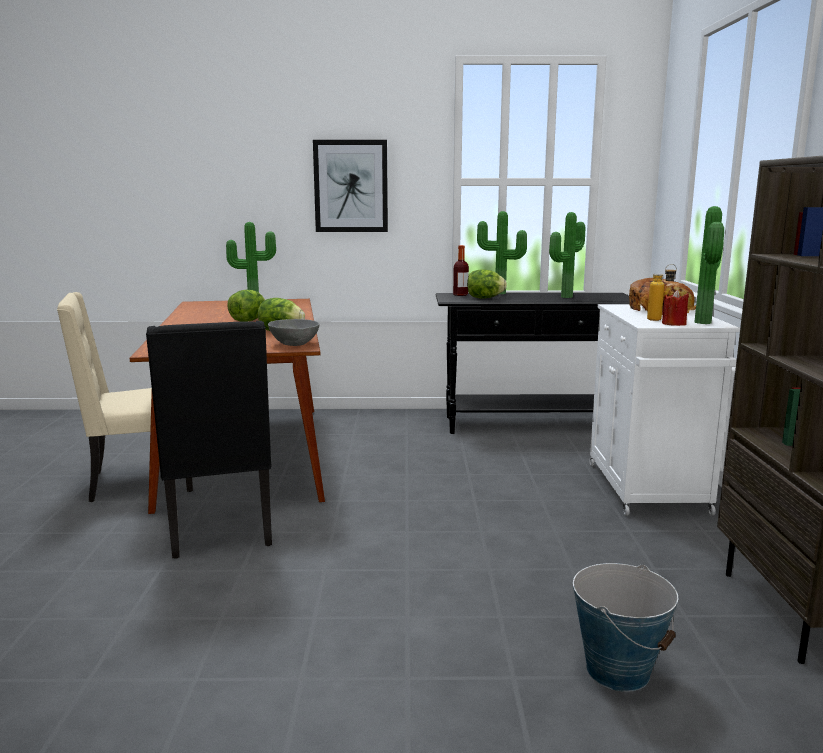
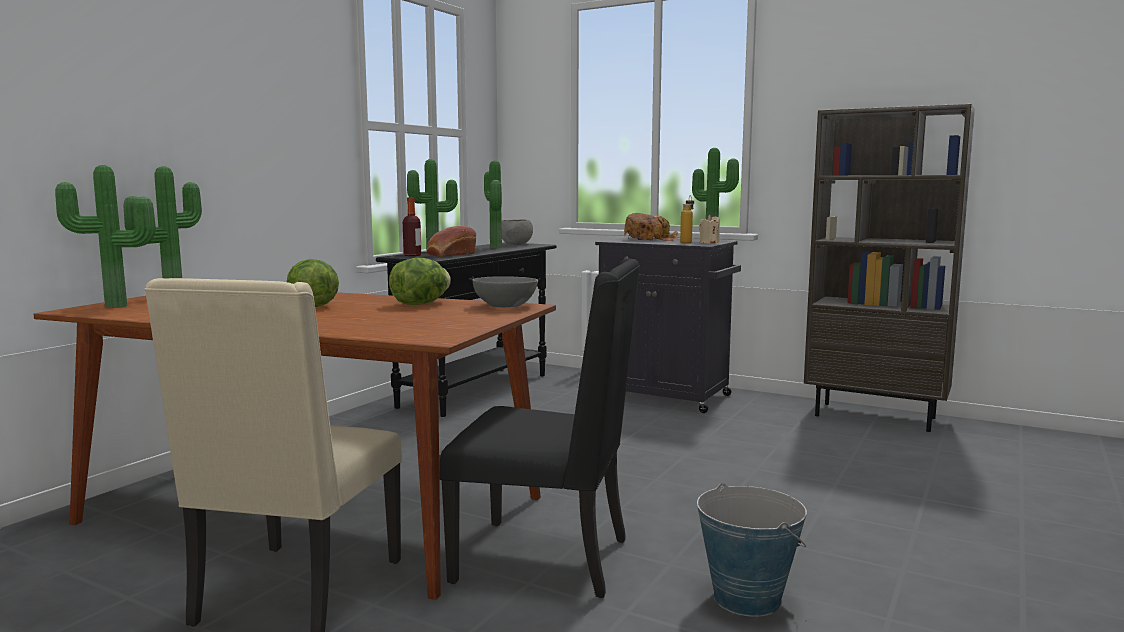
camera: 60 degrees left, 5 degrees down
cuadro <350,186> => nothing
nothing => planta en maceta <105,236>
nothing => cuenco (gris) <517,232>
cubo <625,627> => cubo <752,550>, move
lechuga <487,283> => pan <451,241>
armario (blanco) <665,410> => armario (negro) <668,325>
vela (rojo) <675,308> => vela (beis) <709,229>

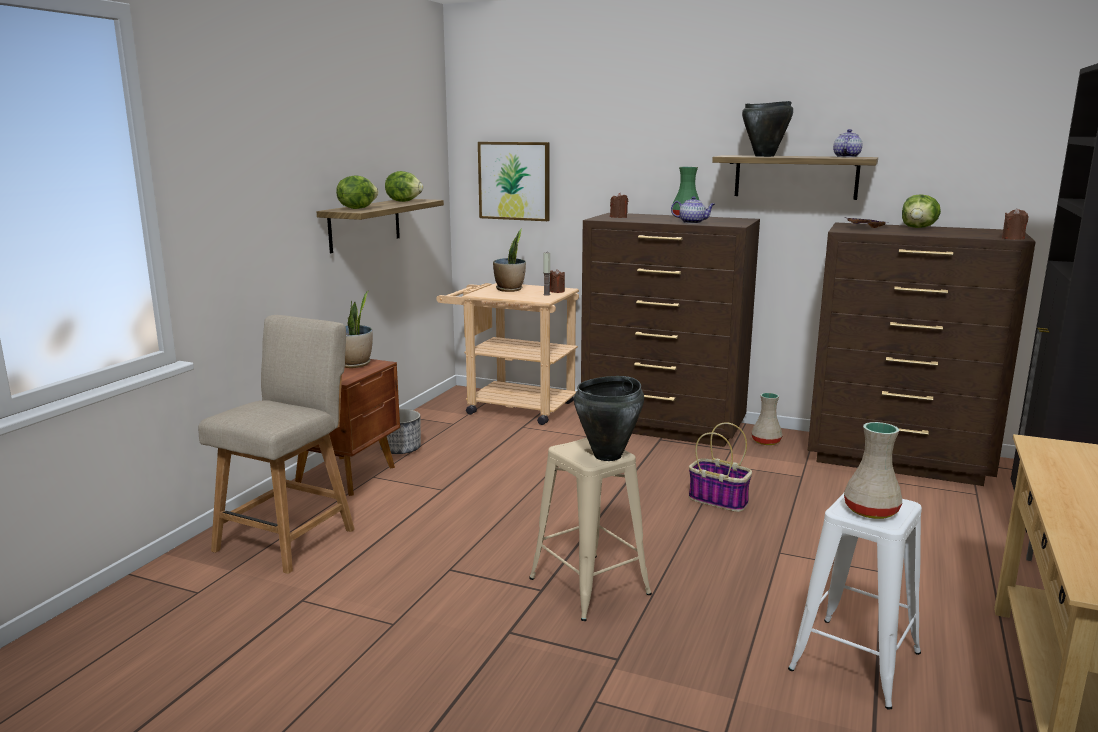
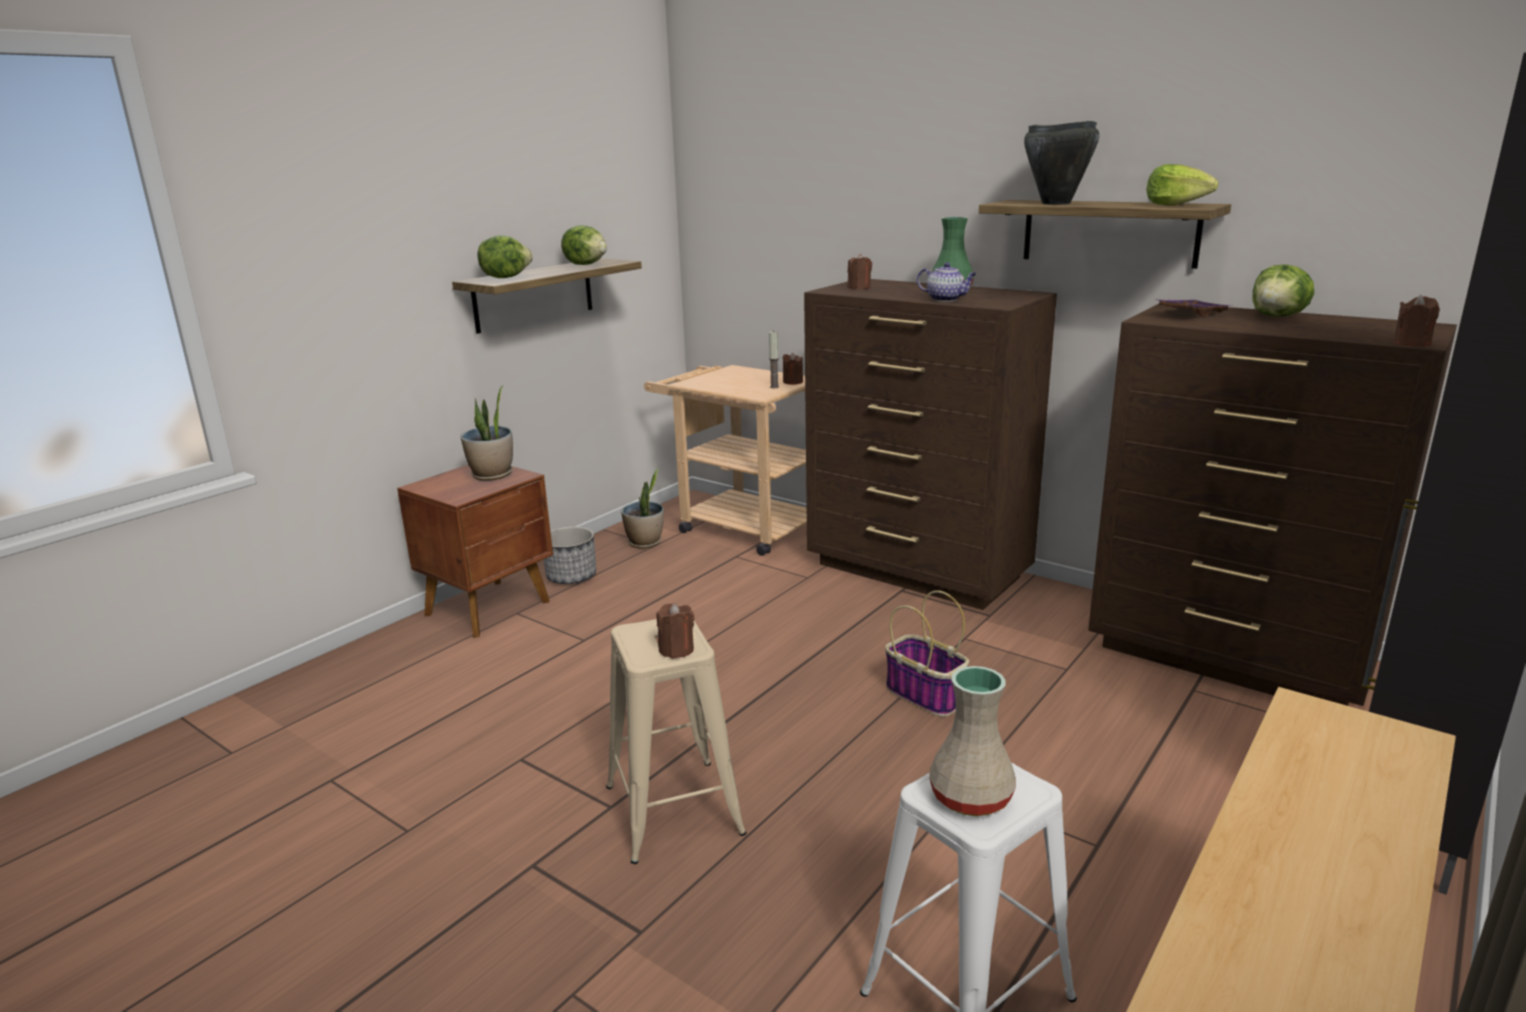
camera: 15 degrees right, 5 degrees up
silla (beis) <276,444> => nothing
cuadro <514,181> => nothing
florero (beis) <767,419> => nothing
planta en maceta <509,260> => planta en maceta <642,508>, move
olla (negro) <609,418> => vela (marrón) <675,631>
tetera <848,143> => lechuga <1182,184>

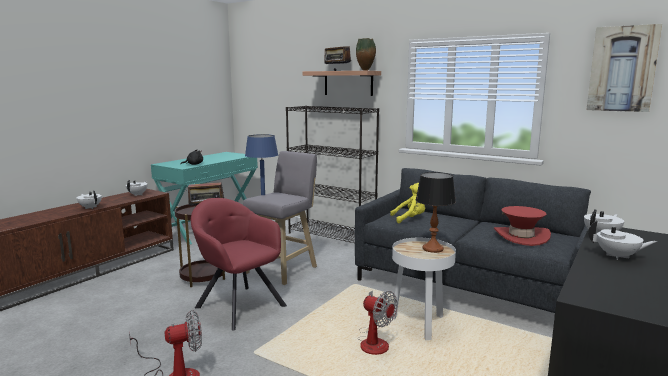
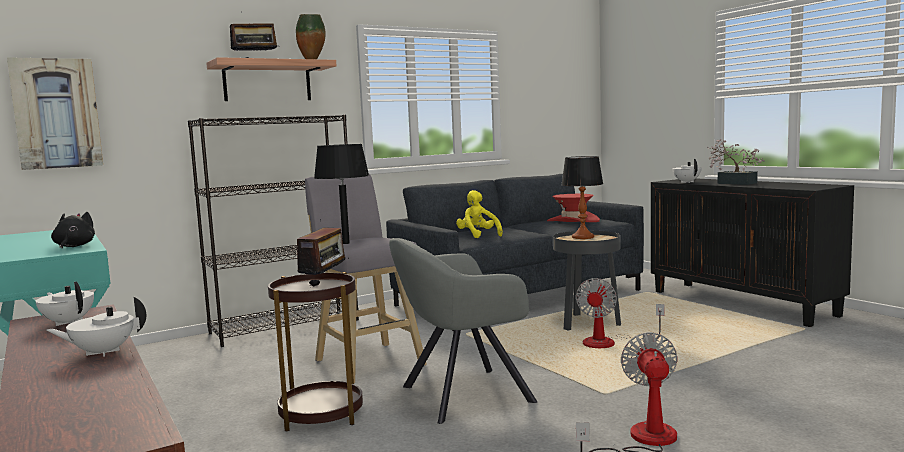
camera: 65 degrees left, 5 degrees down
cuadro <624,68> => cuadro <55,113>, move
tetera (blanco) <622,240> => planta en maceta <736,162>
sillón (rojo) <239,264> => sillón (gris) <463,331>
lámpara de mesa (azul) <261,164> => lámpara de mesa (negro) <341,194>
mesa auxiliar (blanco) <423,289> => mesa auxiliar (negro) <587,281>
ventilador <378,323> => ventilador <619,313>, 135 degrees clockwise
peluche (amarillo) <407,203> => peluche (amarillo) <479,214>, 45 degrees counterclockwise

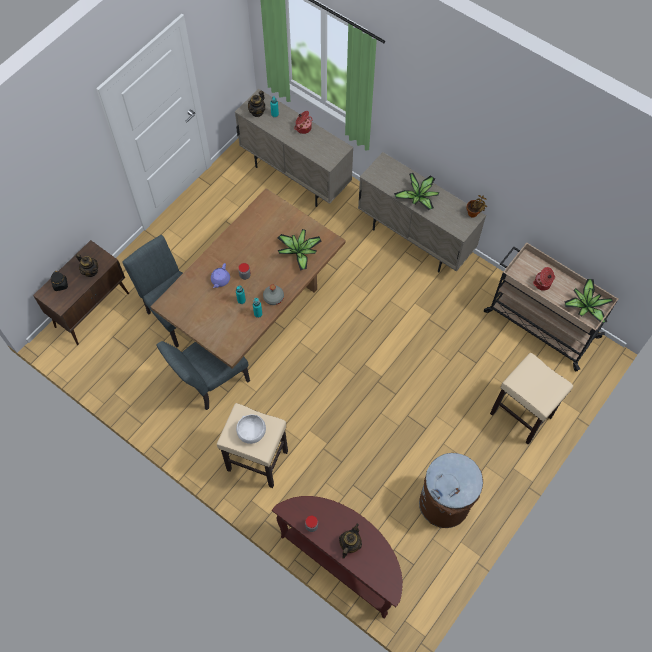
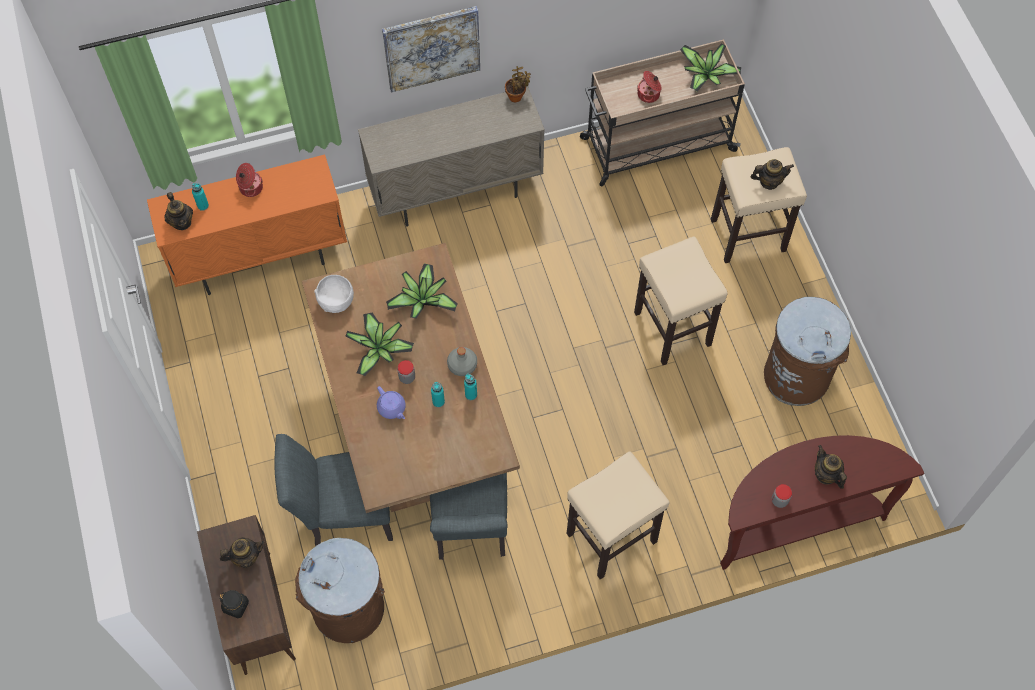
camera: 55 degrees left, 0 degrees up
nothing => papelera (marrón) <340,590>
nothing => cuadro <431,49>
nothing => taburete (beis) <681,300>
nothing => tetera <772,174>
cuenco (blanco) <251,429> => cuenco (blanco) <334,294>, move
planta en maceta <416,191> => planta en maceta <380,344>, move
armario (beis) <294,148> => armario (naranja) <247,224>

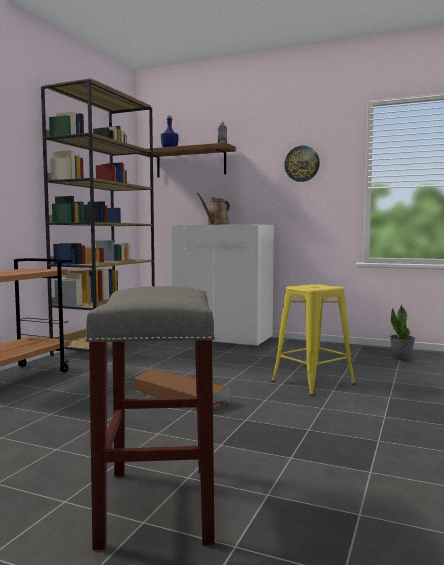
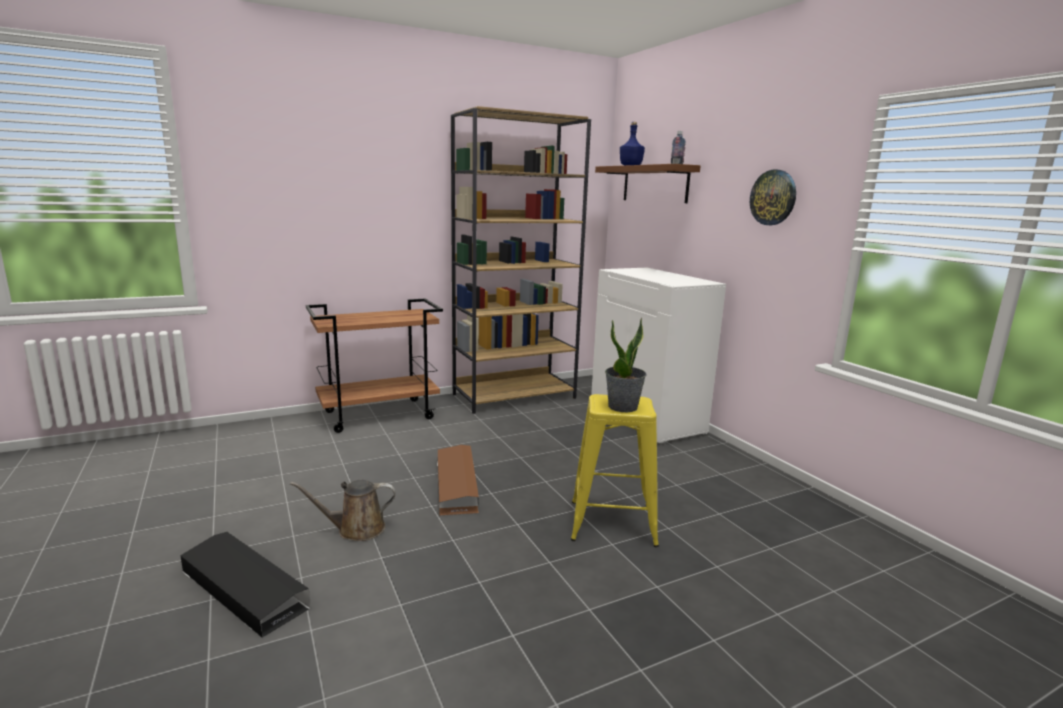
camera: 40 degrees right, 10 degrees up
regadera (marrón) <213,209> => regadera (marrón) <343,510>, move
planta en maceta <402,333> => planta en maceta <626,365>, move
taburete (gris) <150,418> => caja de almacenaje (negro) <246,585>

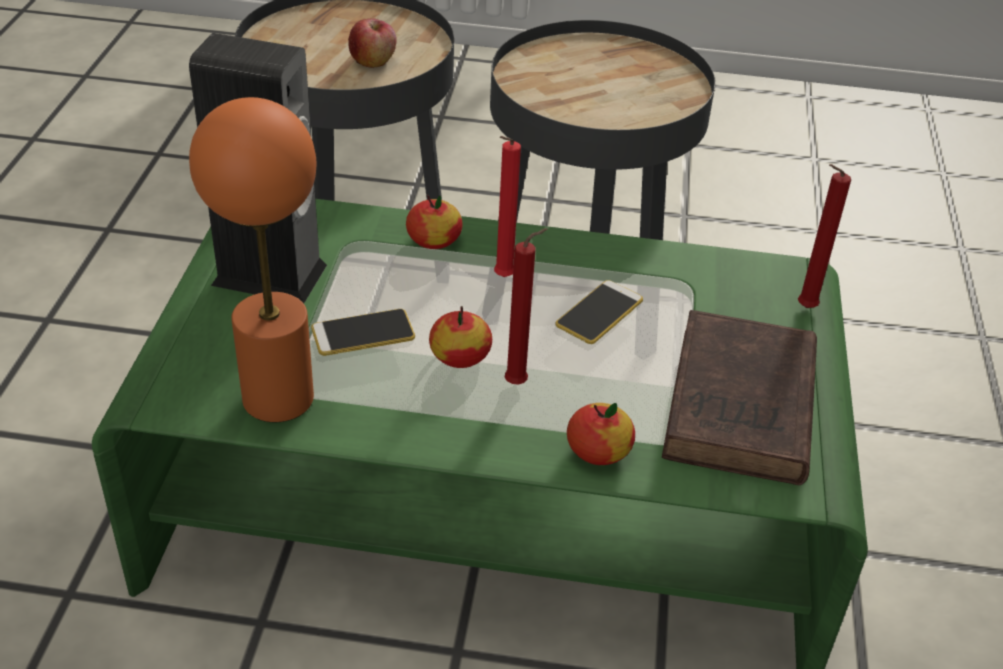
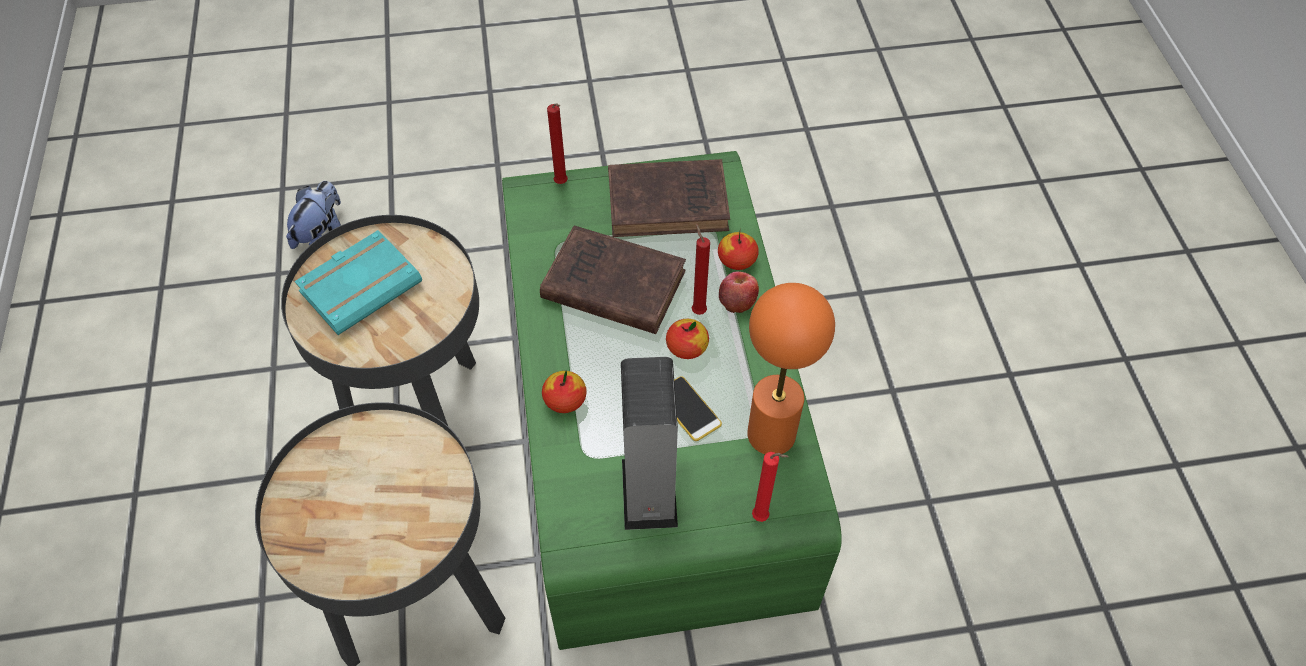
camera: 105 degrees left, 15 degrees up
nothing => peluche <313,215>
nothing => libro (turquesa) <358,282>
manzana <372,43> => manzana <739,292>, move
vela (rojo) <507,206> => vela (rojo) <770,487>, move
móvil <599,312> => libro (marrón) <613,279>

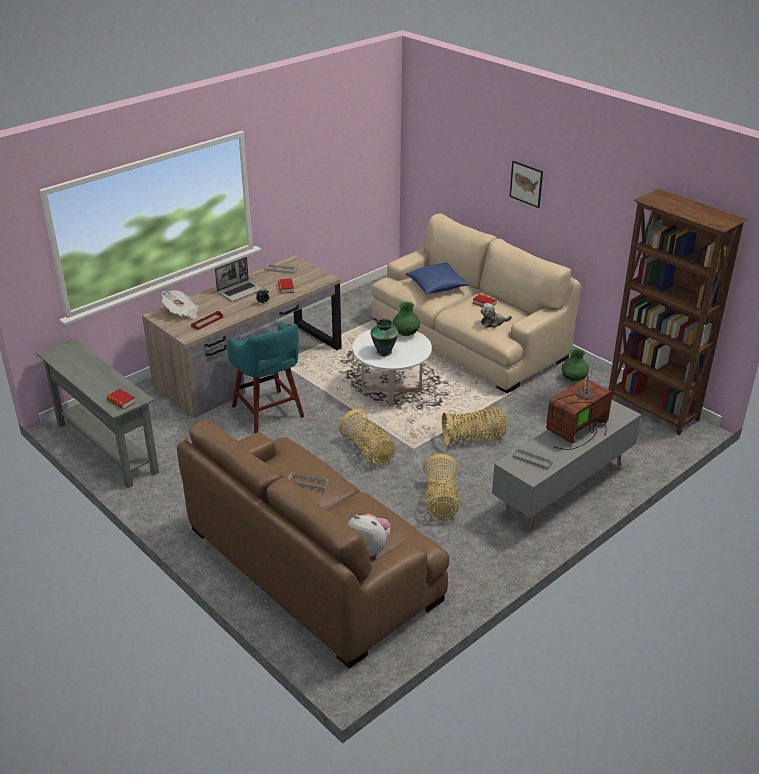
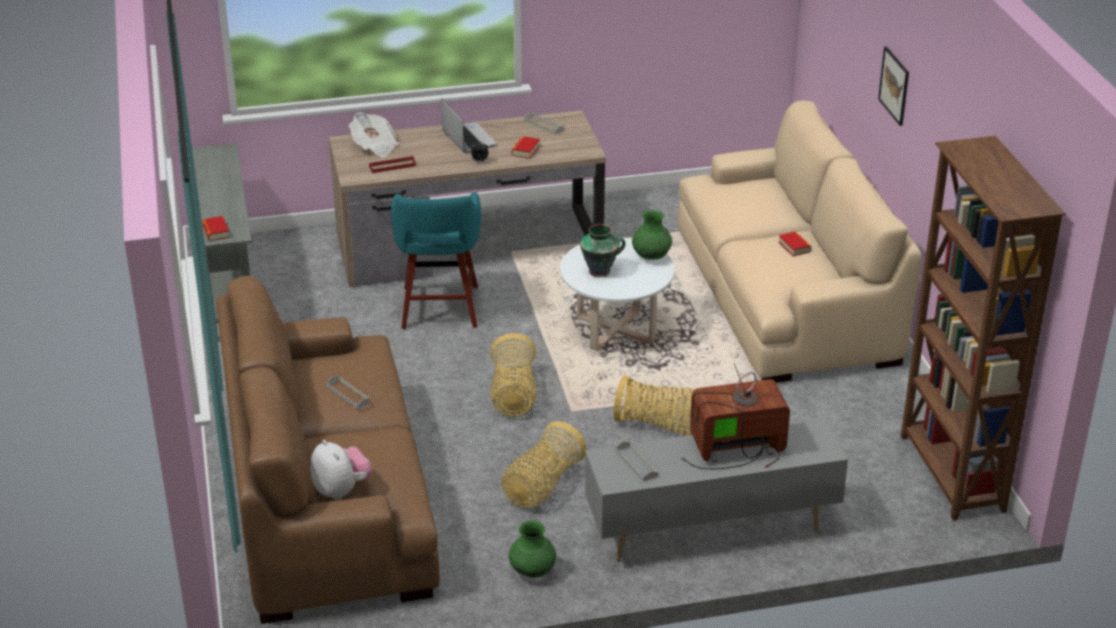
camera: 30 degrees right, 0 degrees up
cojín (azul) <438,278> => nothing
peluche <496,315> => nothing
florero (verde) <575,365> => florero (verde) <532,549>, move
portátil <239,279> => portátil <469,125>, 105 degrees counterclockwise

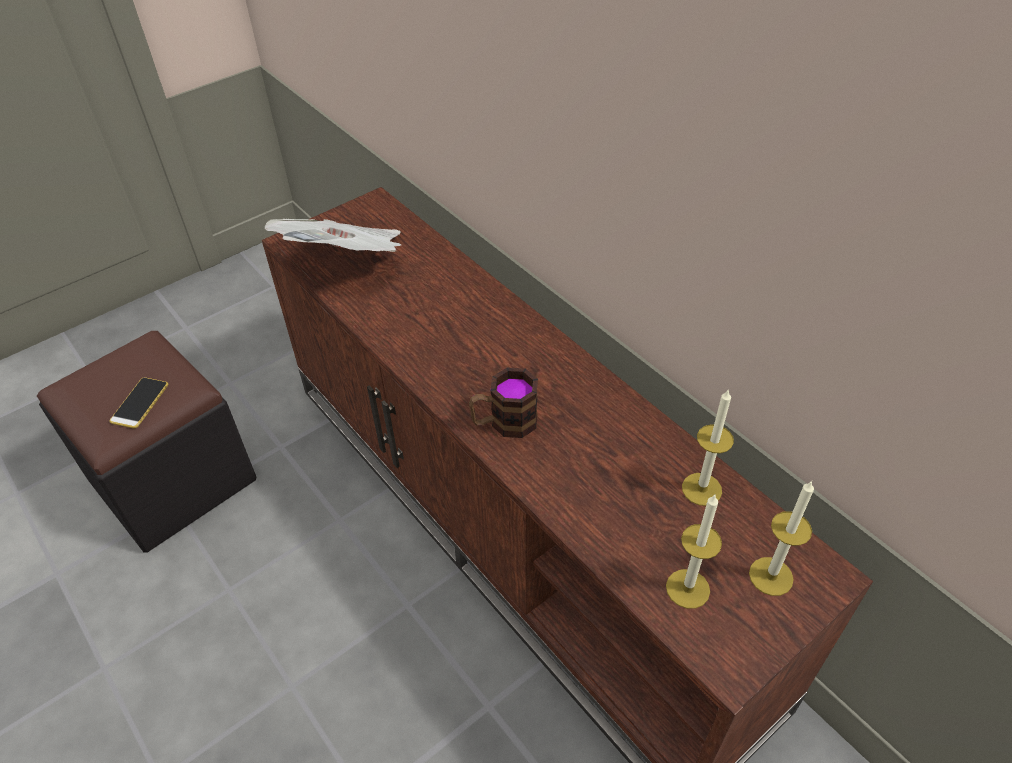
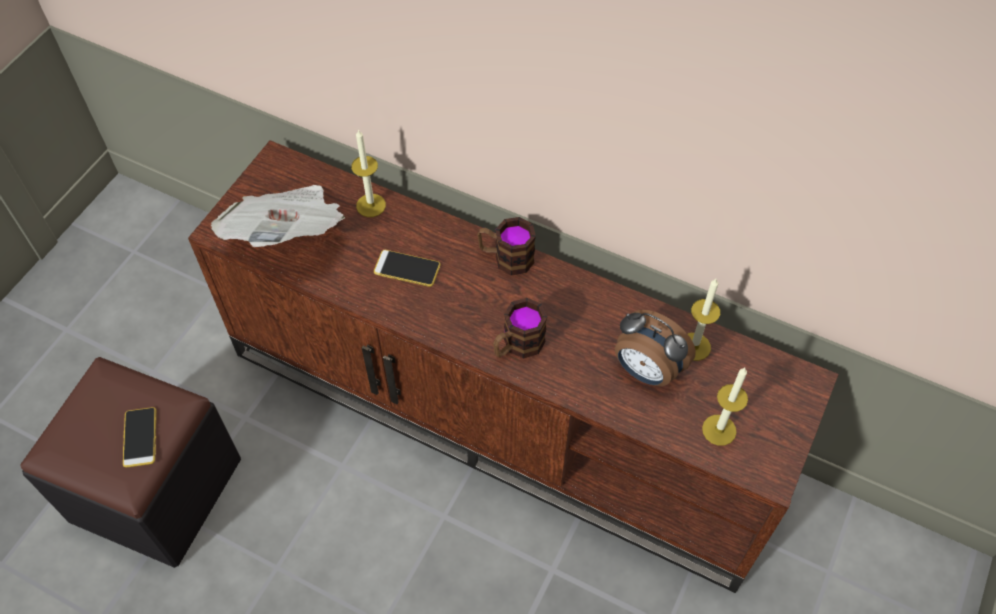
camera: 25 degrees left, 10 degrees up
nothing => móvil <407,268>
nothing => taza grande <507,246>
nothing => despertador <655,348>
vela <781,538> => vela <368,173>, move

